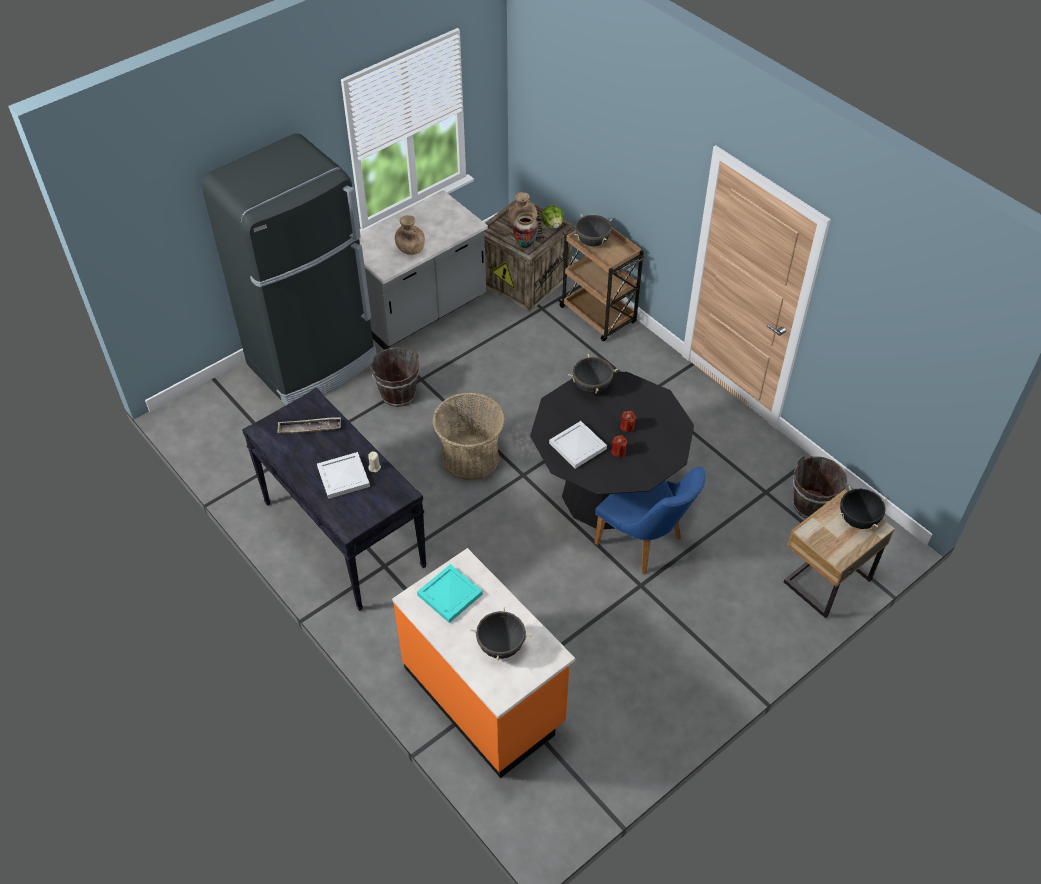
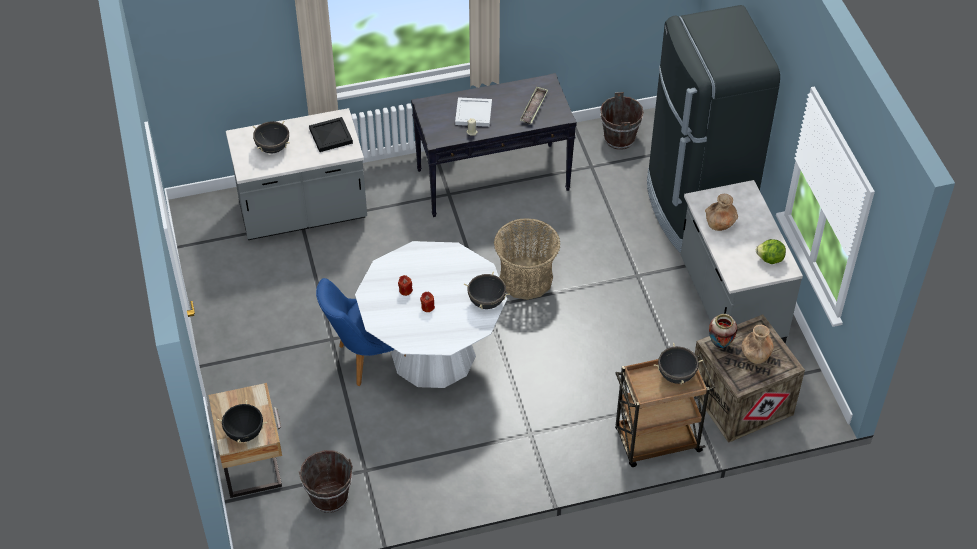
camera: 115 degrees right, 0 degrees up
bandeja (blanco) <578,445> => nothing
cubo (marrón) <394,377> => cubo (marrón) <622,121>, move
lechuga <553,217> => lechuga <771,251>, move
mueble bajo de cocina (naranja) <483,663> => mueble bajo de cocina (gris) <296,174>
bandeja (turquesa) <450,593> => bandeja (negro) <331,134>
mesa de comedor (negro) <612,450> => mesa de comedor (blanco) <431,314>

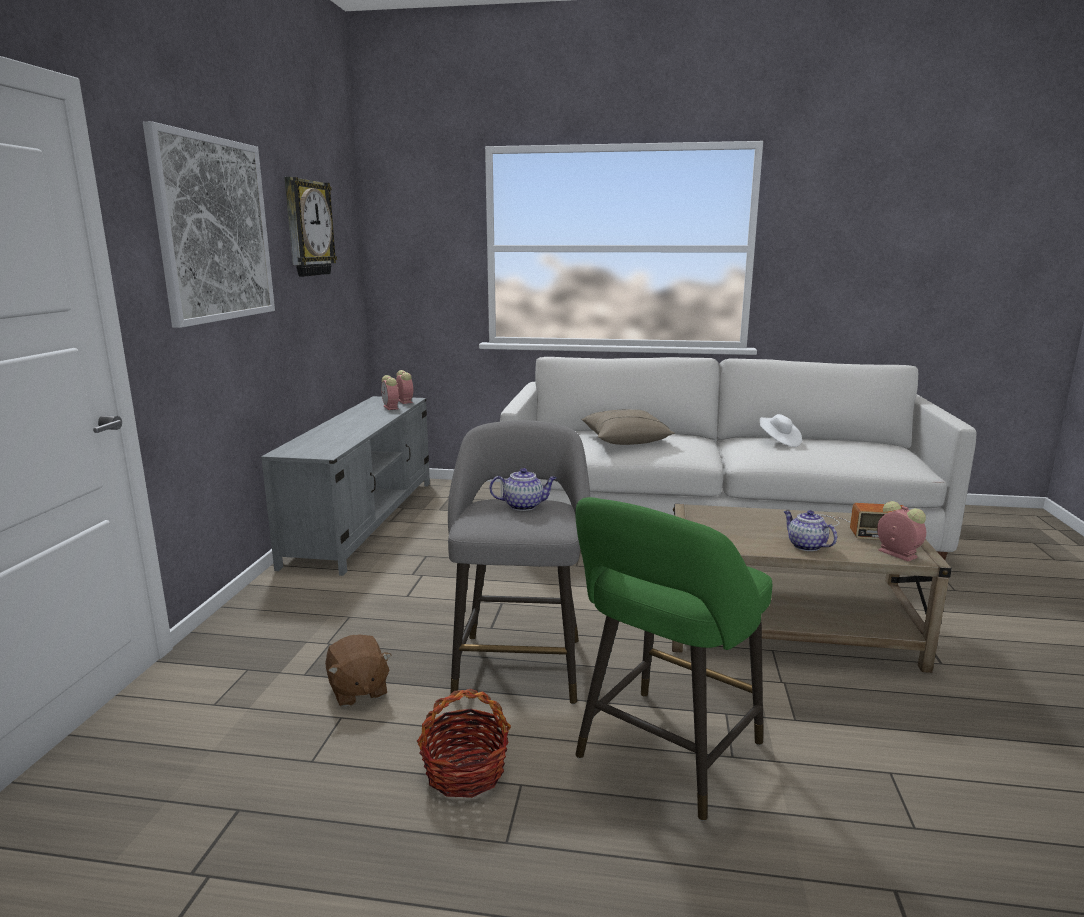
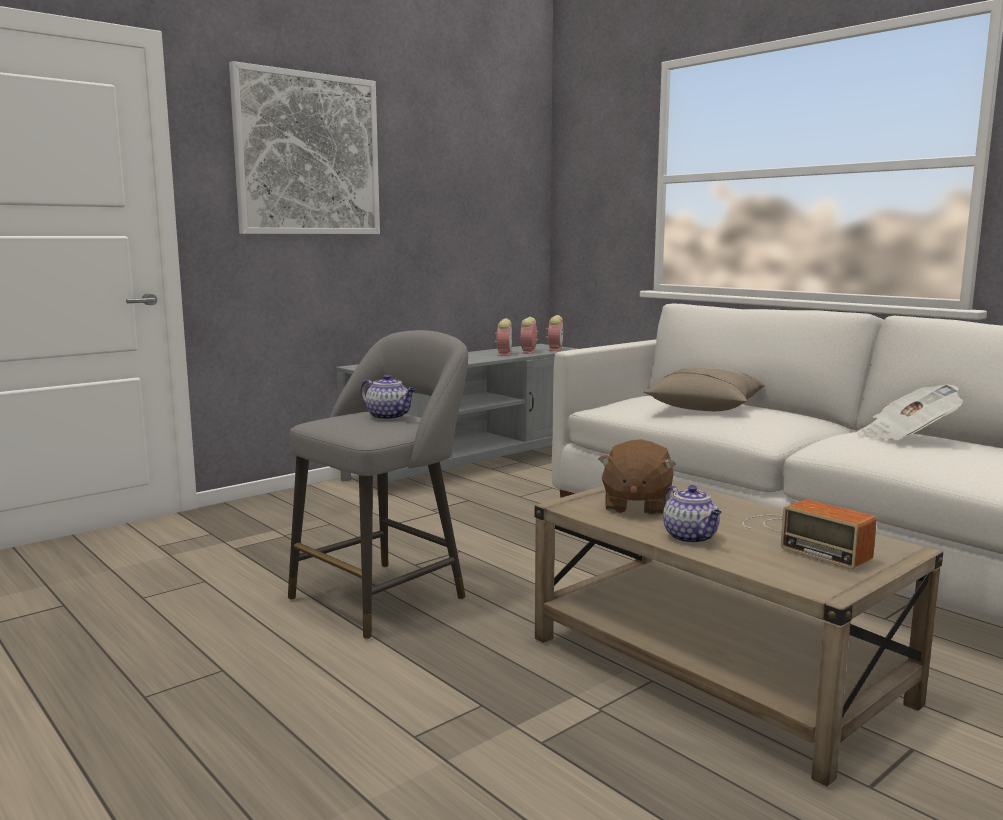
camera: 40 degrees right, 5 degrees down
reloj de pared <310,227> => nothing
cesta <464,743> => nothing
taburete (verde) <673,659> => nothing
peluche (marrón) <358,671> => peluche (marrón) <637,477>, move
despertador <901,531> => despertador <503,337>, move
sombrero (blanco) <780,430> => periódico <910,412>
tetera <810,530> => tetera <692,514>, 150 degrees clockwise

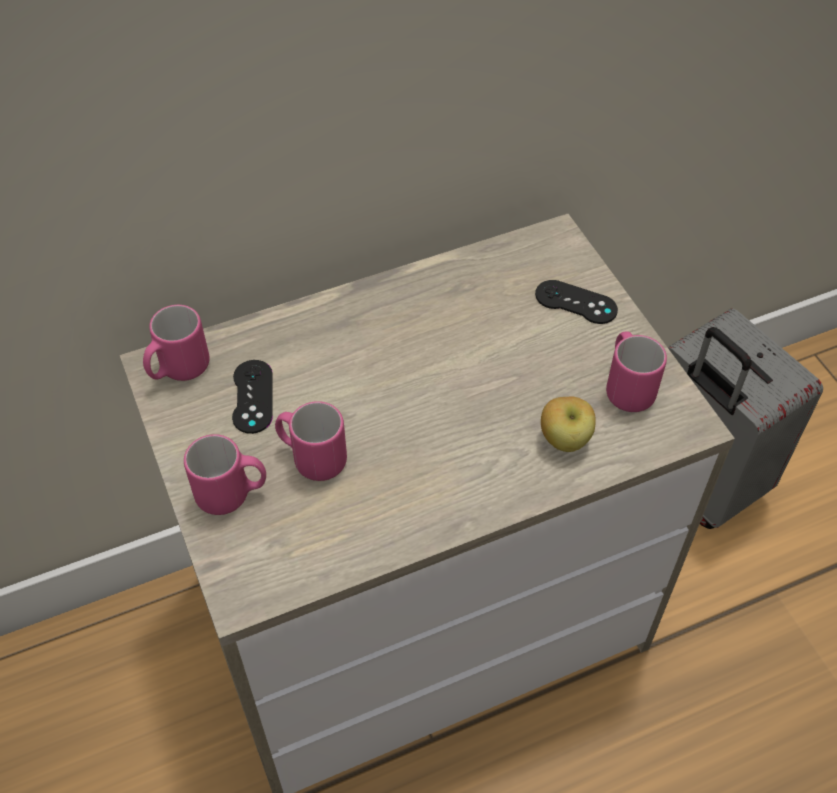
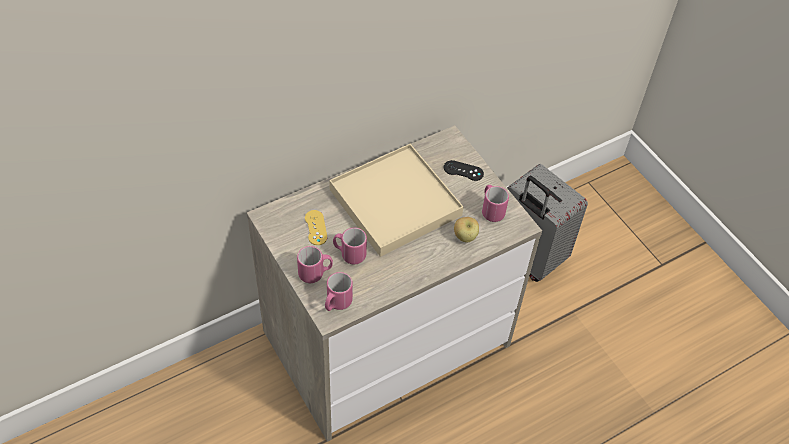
camera: 10 degrees left, 0 degrees up
nothing => bandeja (beis) <396,200>
taza grande (rosa) <176,343> => taza grande (rosa) <339,291>, move
mando de consola (negro) <252,397> => mando de consola (amarillo) <316,227>

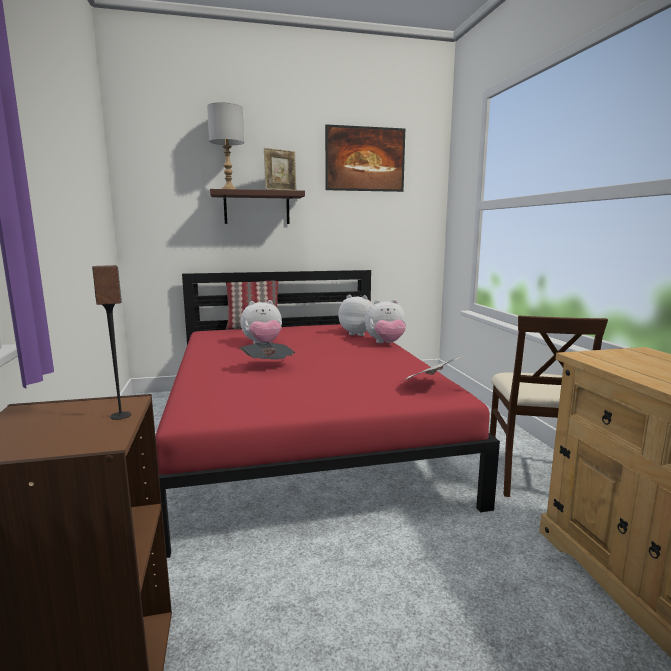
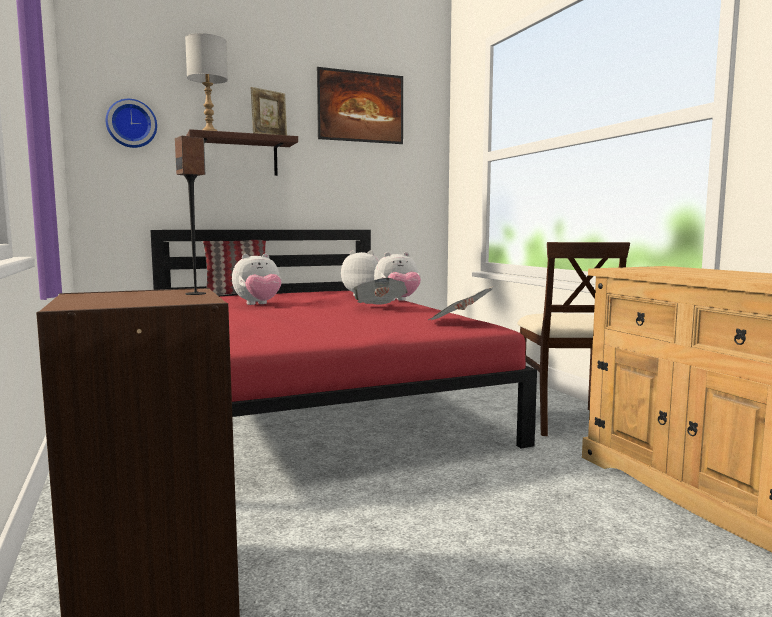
camera: 10 degrees left, 5 degrees down
nothing => reloj de pared <131,123>
periódico <267,351> => periódico <380,291>, move

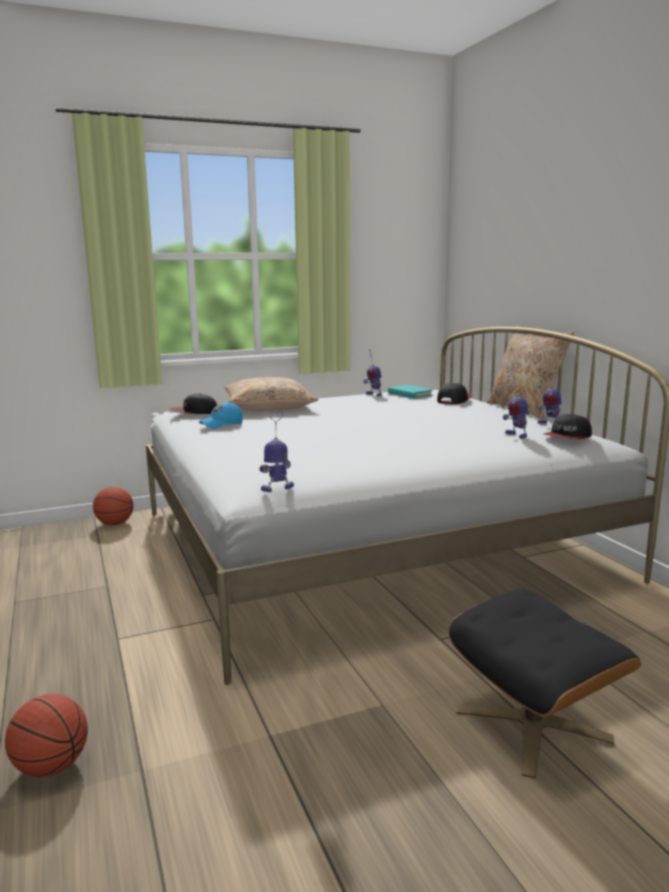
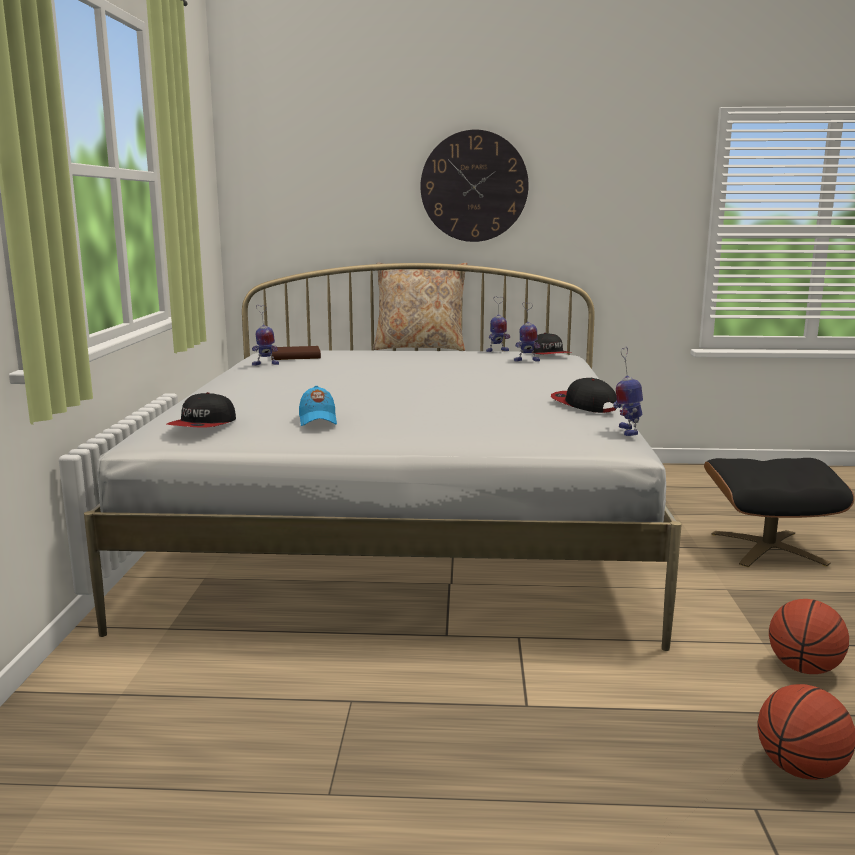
camera: 65 degrees left, 0 degrees up
cojín (beis) <271,394> => nothing
nothing => reloj de pared <474,186>
balón de baloncesto <113,506> => balón de baloncesto <809,636>, move
gorra <454,393> => gorra <584,395>, move
libro (turquesa) <410,392> => libro (marrón) <296,353>

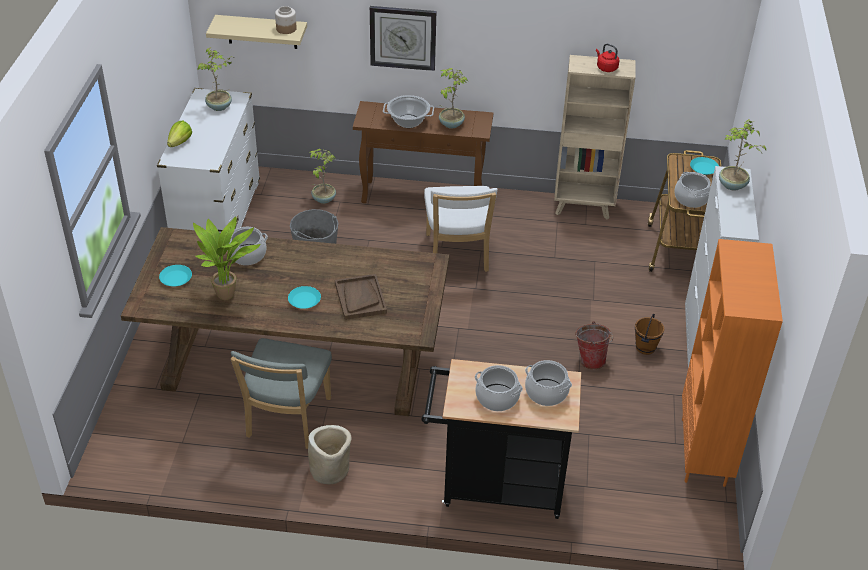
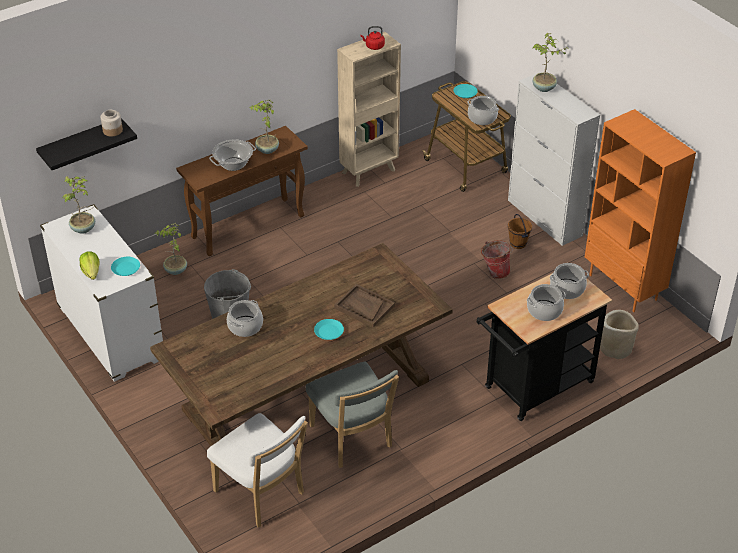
camera: 40 degrees left, 0 degrees up
planta en maceta <226,258> => nothing
reloj de pared <403,38> => nothing
plato (turquesa) <175,275> => plato (turquesa) <125,266>, move
maceta (beis) <330,454> => maceta (beis) <619,334>, move
silla (blanco) <461,229> => silla (blanco) <257,470>, move
estante (beis) <256,32> => estante (negro) <86,144>

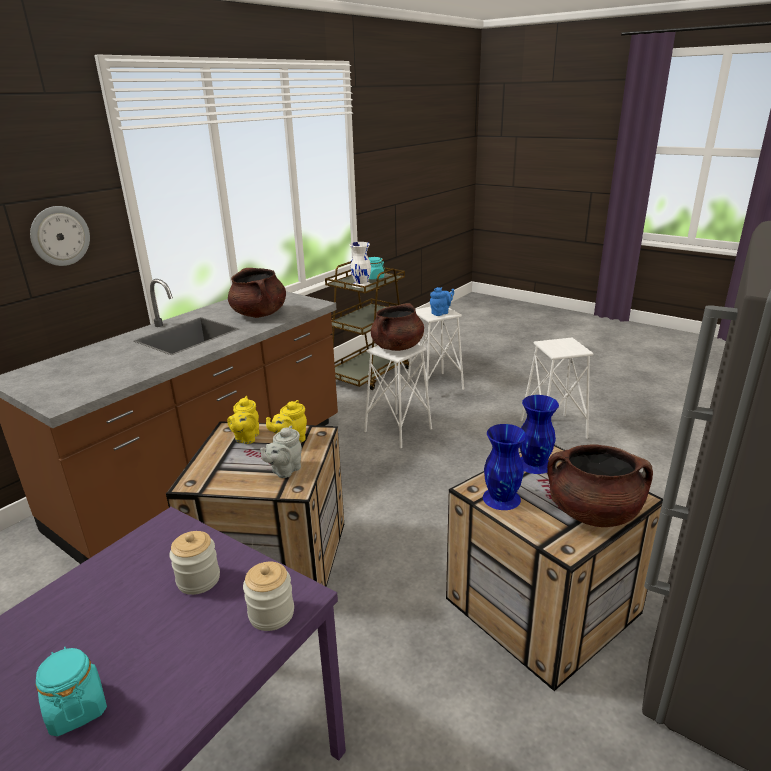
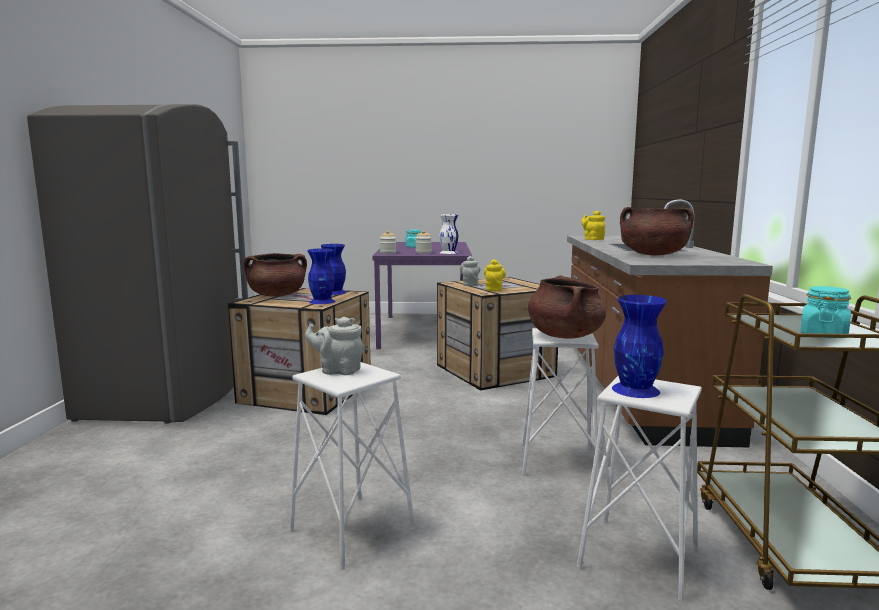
camera: 145 degrees right, 15 degrees down
reloj de pared <60,236> => nothing
nothing => tetera (gris) <334,346>
tetera (amarillo) <243,420> => tetera (amarillo) <593,225>, move
florero (blanco) <360,265> => florero (blanco) <448,234>, move
tetera (azul) <442,301> => florero (azul) <639,346>

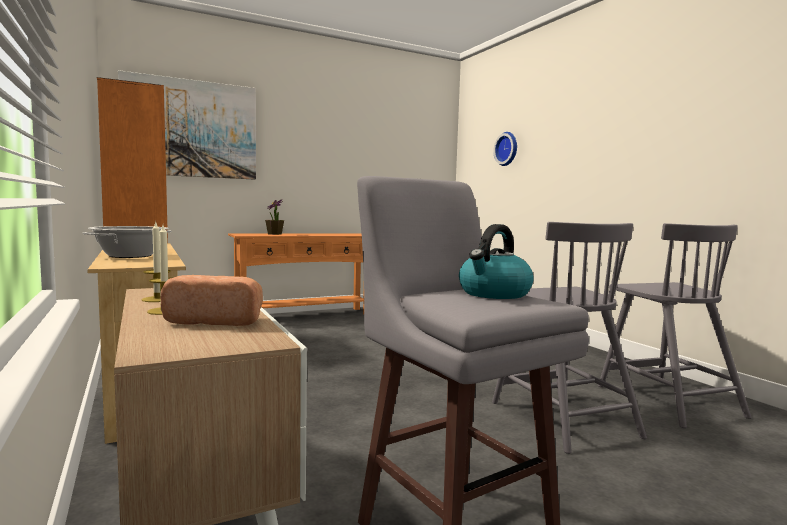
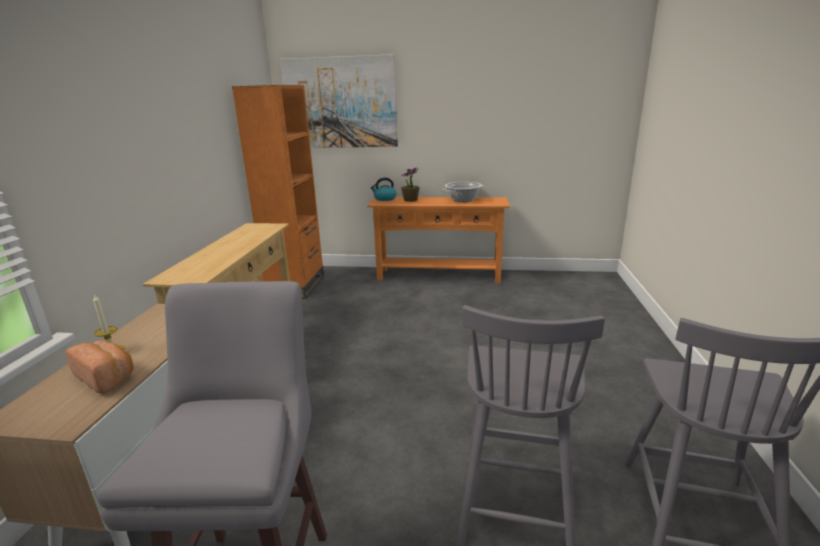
camera: 35 degrees right, 15 degrees up
vela <156,262> => nothing
reloj de pared <505,149> => nothing
olla <127,242> => olla <463,192>, move
hervidor <496,261> => hervidor <383,189>, move

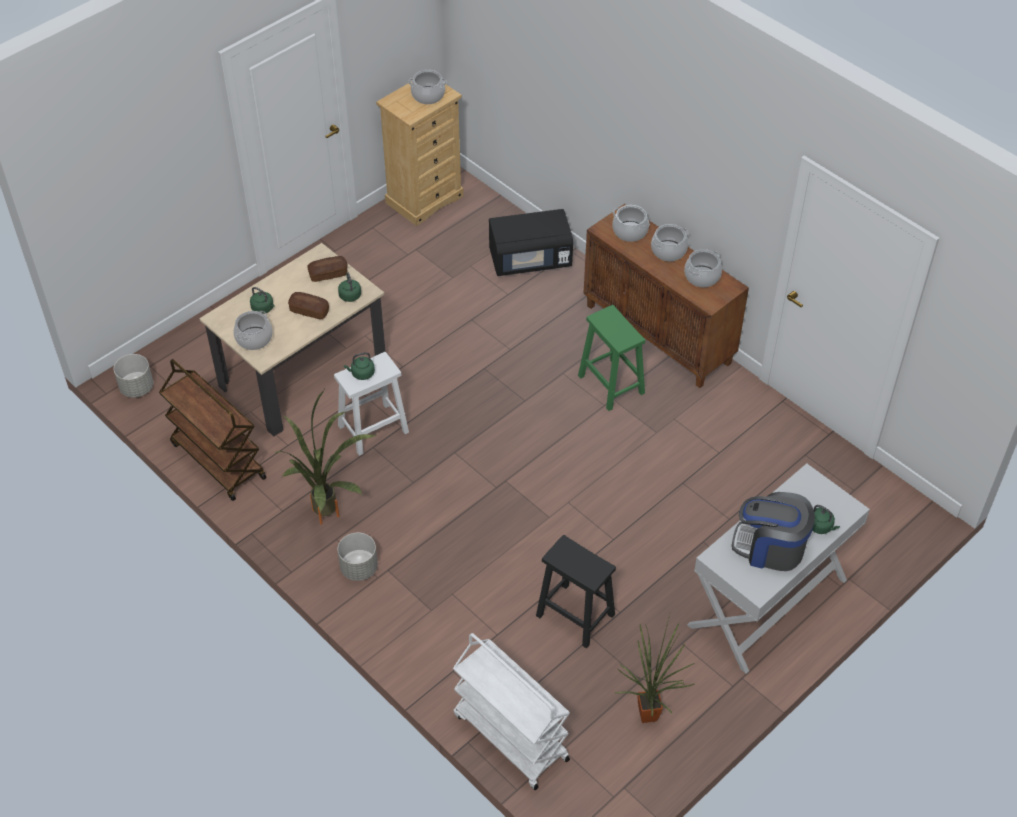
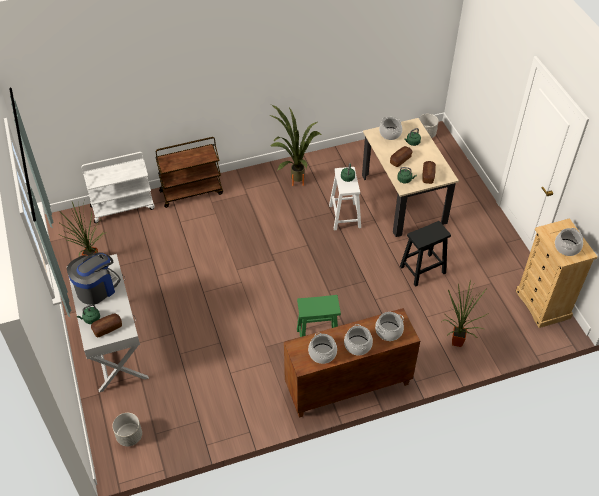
camera: 115 degrees right, 0 degrees up
nothing => pan <106,325>
carrito (marrón) <213,430> => carrito (marrón) <189,172>, move
maceta (gris) <357,556> => maceta (gris) <127,429>, move
taburete (negro) <576,592> => taburete (negro) <425,254>, move
microondas (negro) <531,242> => planta en maceta <465,313>

